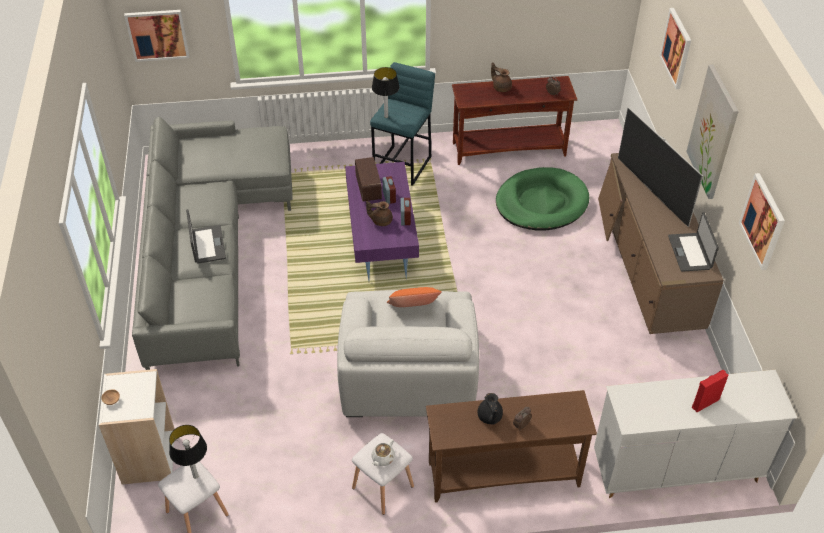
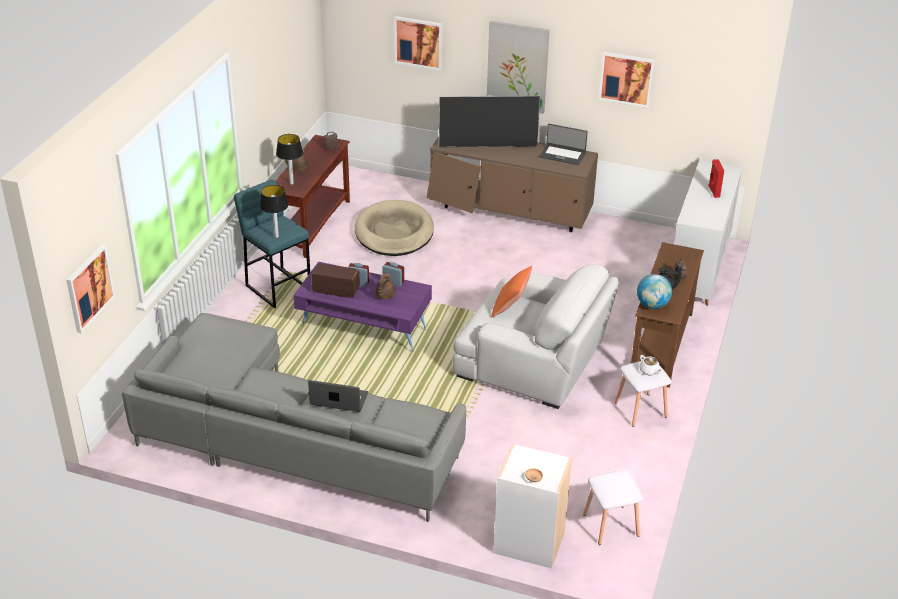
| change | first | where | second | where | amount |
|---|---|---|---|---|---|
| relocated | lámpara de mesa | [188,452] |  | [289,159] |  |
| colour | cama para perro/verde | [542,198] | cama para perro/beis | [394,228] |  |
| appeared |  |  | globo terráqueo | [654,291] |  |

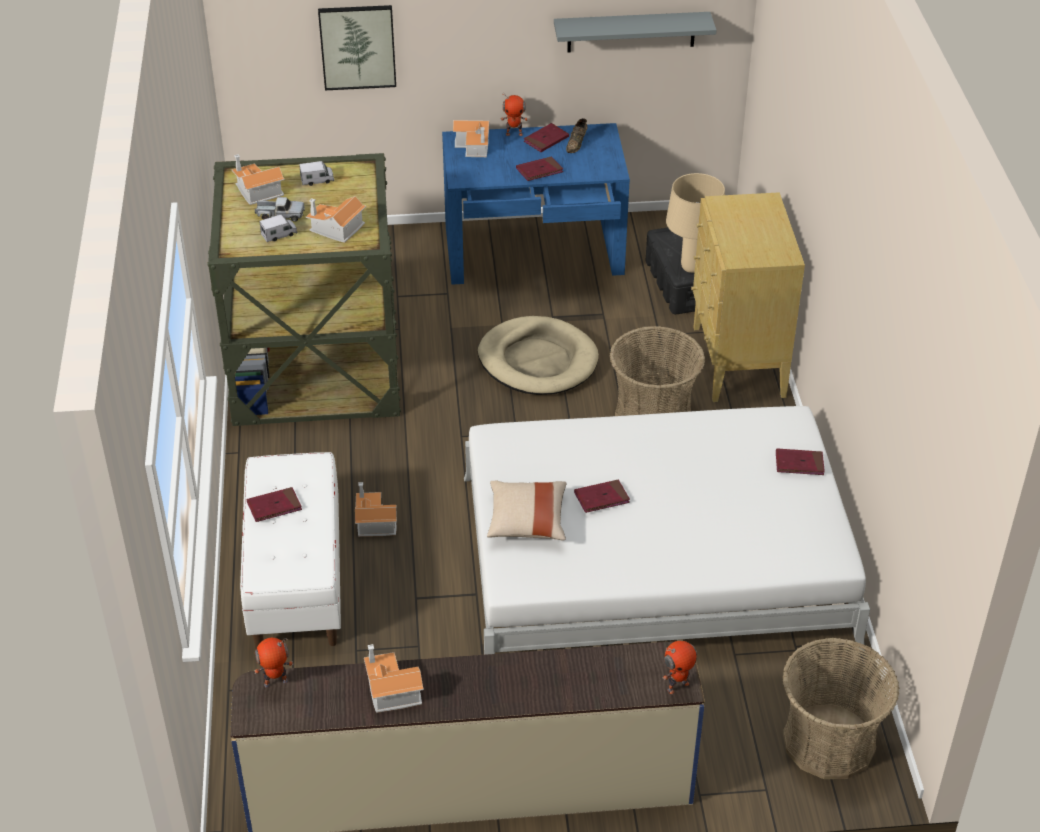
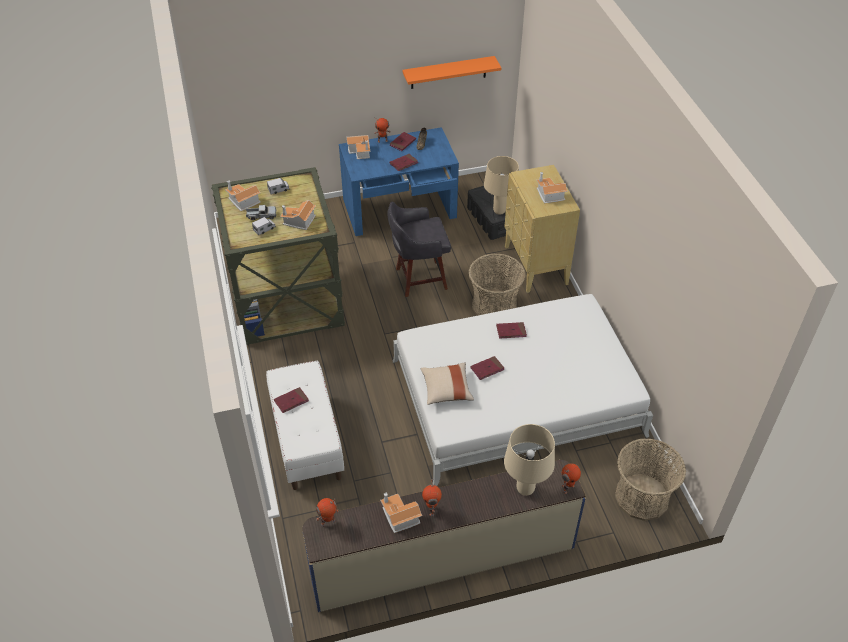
| change | first | where | second | where | amount |
|---|---|---|---|---|---|
| exchanged | cama para perro/beis | [538,355] | taburete/gris | [419,249] |  |
| colour | estante/gris | [635,32] | estante/naranja | [452,72] |  |
| appeared |  |  | robot de juguete | [432,497] |  |
| relocated | libro/rojo | [800,461] |  | [511,330] |  |
| appeared |  |  | lámpara de mesa/beis | [529,460] |  |
| relocated | casita | [376,509] |  | [552,187] |  |
| missing | cuadro | [357,47] |  |  |  |

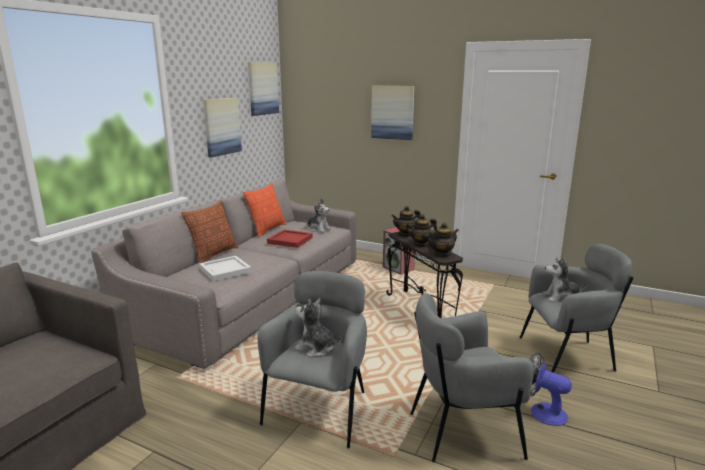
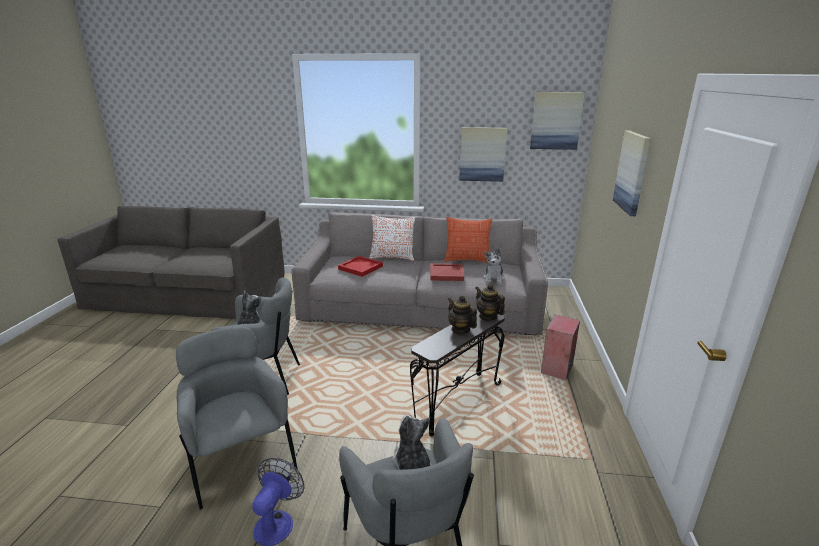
| change | first | where | second | where | amount |
|---|---|---|---|---|---|
| colour | bandeja/blanco | [225,268] | bandeja/rojo | [360,266] |  |
| colour | cojín/marrón | [209,232] | cojín/blanco | [393,238] |  |
| missing | tetera | [443,240] |  |  |  |

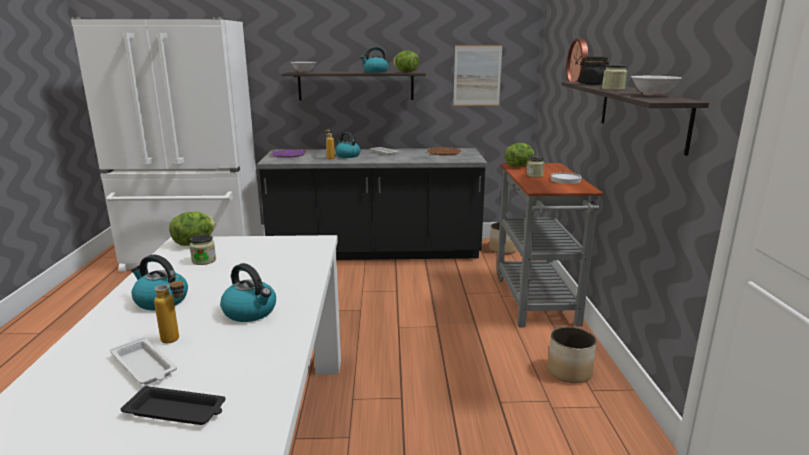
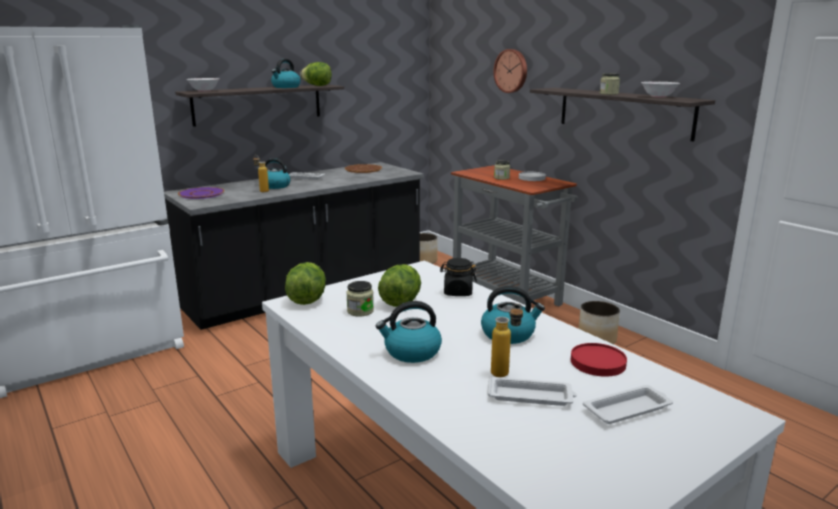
| change | first | where | second | where | amount |
|---|---|---|---|---|---|
| relocated | lechuga | [519,155] |  | [399,285] |  |
| relocated | tarro/negro | [594,71] |  | [458,277] |  |
| appeared |  |  | plato/rojo | [599,360] |  |
| colour | bandeja/negro | [173,405] | bandeja/blanco | [628,404] |  |
| missing | cuadro | [478,75] |  |  |  |

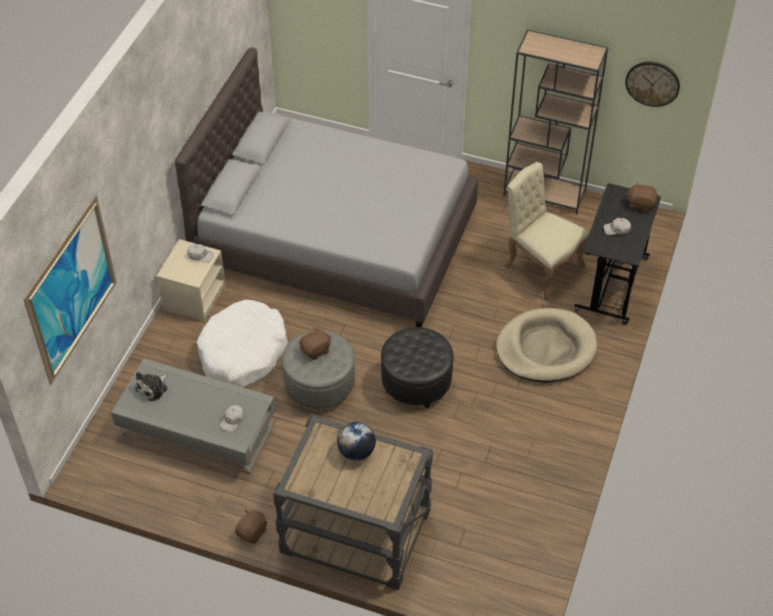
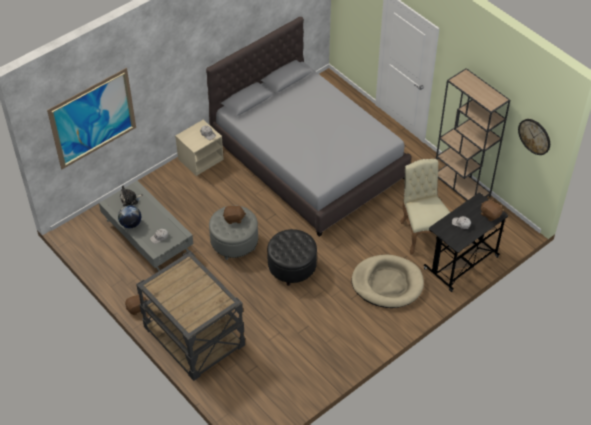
| change | first | where | second | where | amount |
|---|---|---|---|---|---|
| relocated | globo terráqueo | [356,441] |  | [129,217] |  |
| missing | cama para perro/blanco | [242,343] |  |  |  |

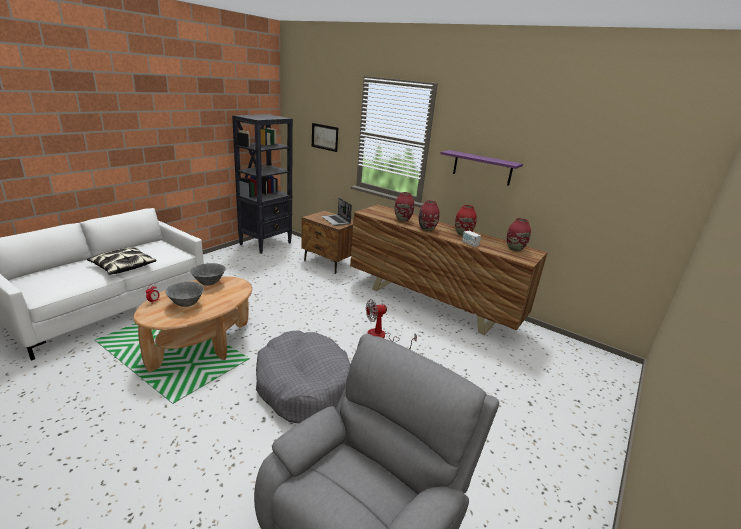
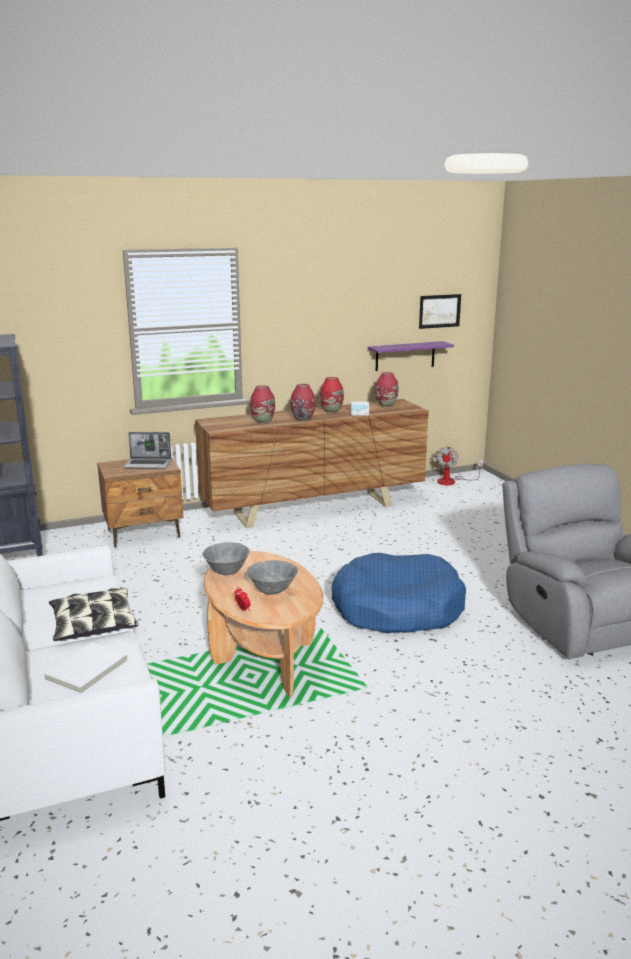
| change | first | where | second | where | amount |
|---|---|---|---|---|---|
| appeared |  |  | libro/blanco | [85,668] |  |
| colour | cama para perro/gris | [303,376] | cama para perro/azul | [398,593] |  |
| relocated | estante/morado | [481,168] |  | [411,356] |  |
| relocated | cuadro | [325,137] |  | [440,311] |  |
| relocated | ventilador | [391,323] |  | [459,466] |  |

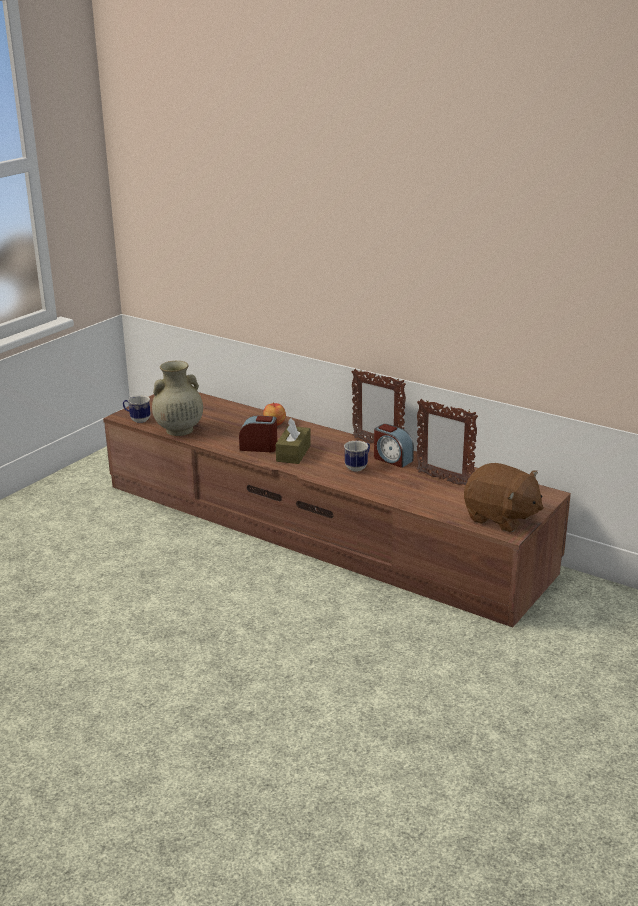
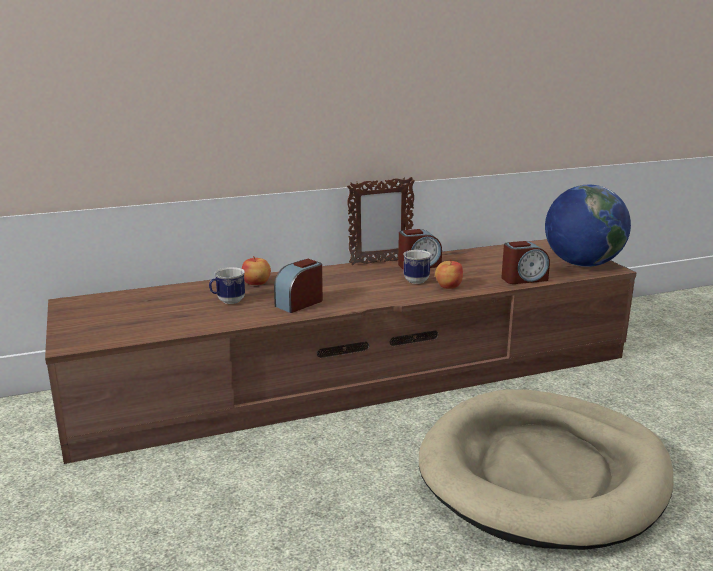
| change | first | where | second | where | amount |
|---|---|---|---|---|---|
| relocated | taza grande | [137,409] |  | [227,285] |  |
| appeared |  |  | cama para perro/beis | [546,469] |  |
| appeared |  |  | manzana | [449,274] |  |
| appeared |  |  | despertador | [525,262] |  |
| exchanged | peluche/marrón | [504,497] | globo terráqueo | [588,226] |  |
| missing | florero/beis | [177,398] |  |  |  |
| missing | caja de pañuelos/marrón | [293,441] |  |  |  |
| missing | portarretratos | [447,442] |  |  |  |

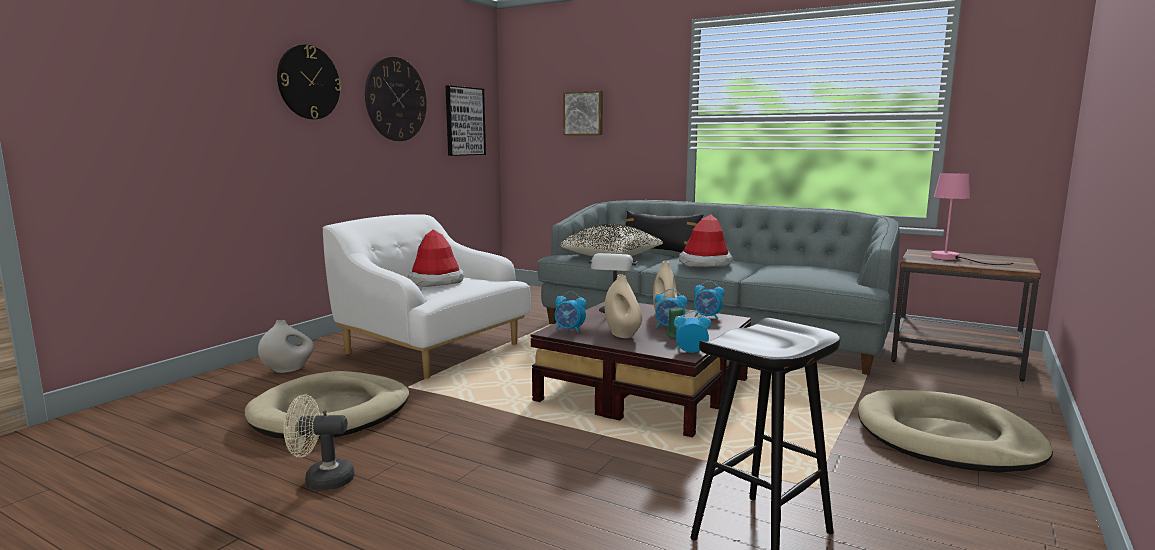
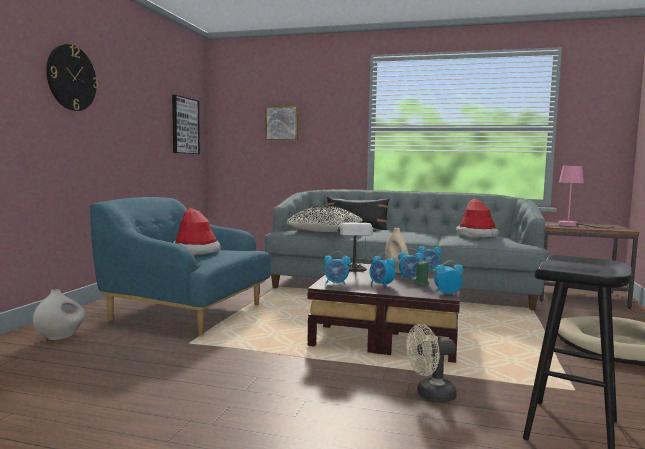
| change | first | where | second | where | amount |
|---|---|---|---|---|---|
| colour | sillón/blanco | [427,296] | sillón/azul | [180,266] |  |
| exchanged | florero/beis | [623,306] | despertador | [382,270] |  |
| relocated | ventilador/beis | [318,442] |  | [431,363] |  |
| relocated | sombrero | [706,240] |  | [477,218] |  |
| missing | cama para perro/beis | [327,405] |  |  |  |
| missing | reloj de pared | [396,99] |  |  |  |

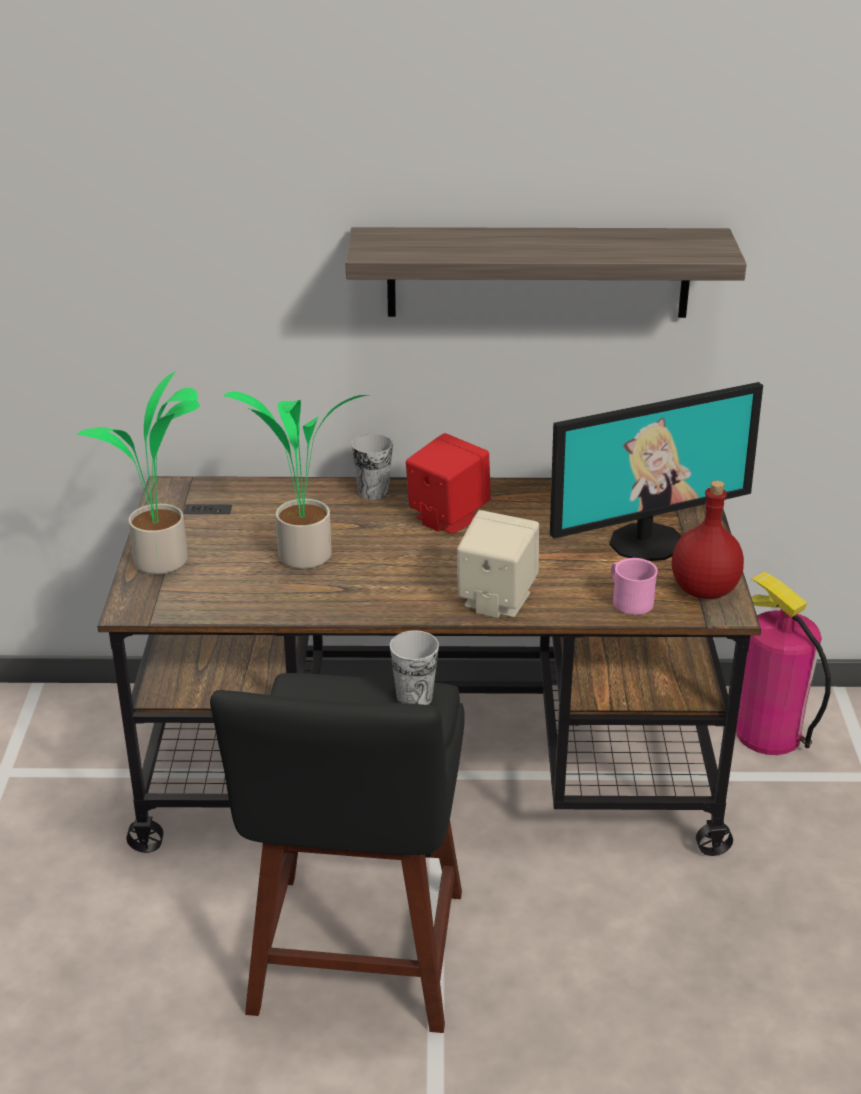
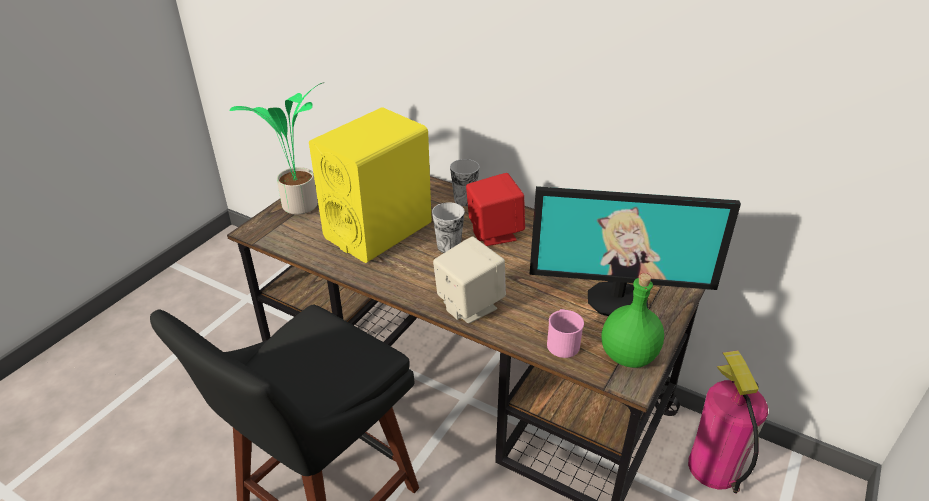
| change | first | where | second | where | amount |
|---|---|---|---|---|---|
| exchanged | planta en maceta | [296,480] | altavoz/amarillo | [370,185] |  |
| relocated | taza | [414,667] |  | [448,227] |  |
| colour | botella/rojo | [708,540] | botella/verde | [633,320] |  |
| missing | estante | [546,272] |  |  |  |

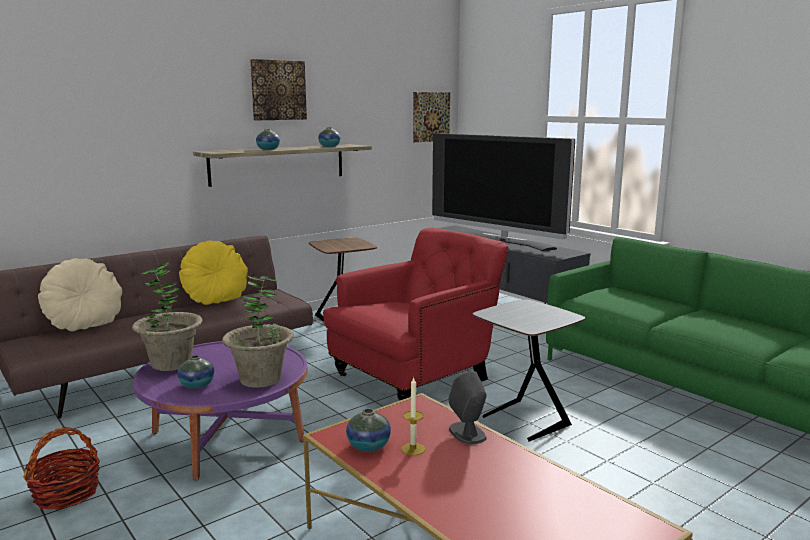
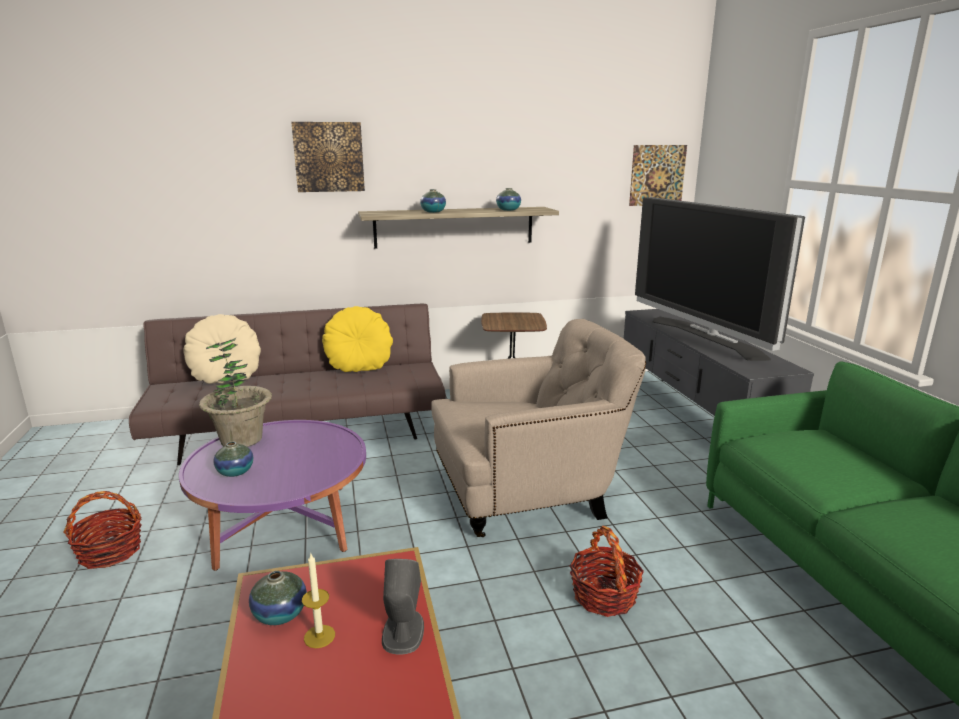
| change | first | where | second | where | amount |
|---|---|---|---|---|---|
| relocated | cuadro | [278,89] |  | [328,157] |  |
| colour | sillón/rojo | [415,314] | sillón/beis | [539,428] |  |
| exchanged | mesa auxiliar/gris | [529,370] | cesta | [607,571] |  |
| missing | planta en maceta | [258,332] |  |  |  |

